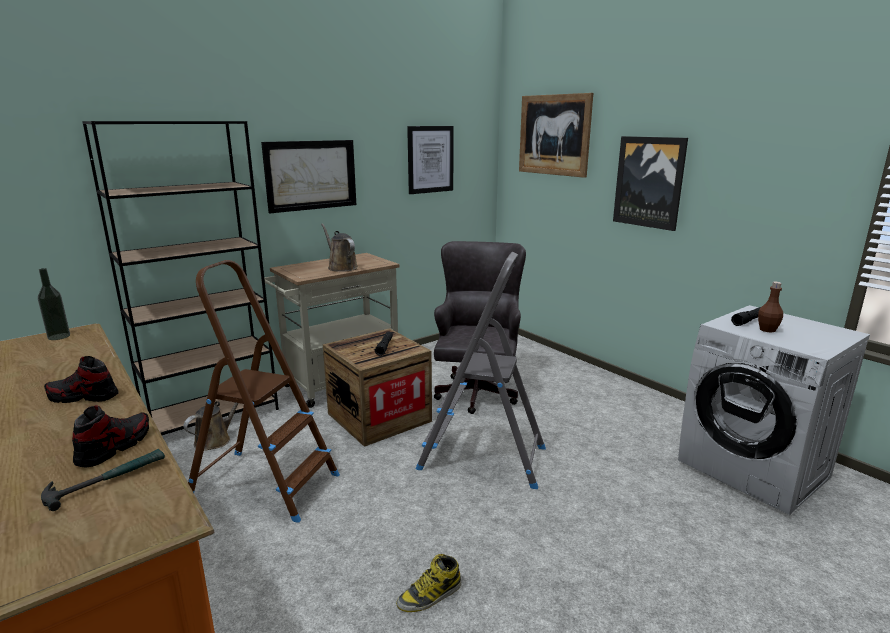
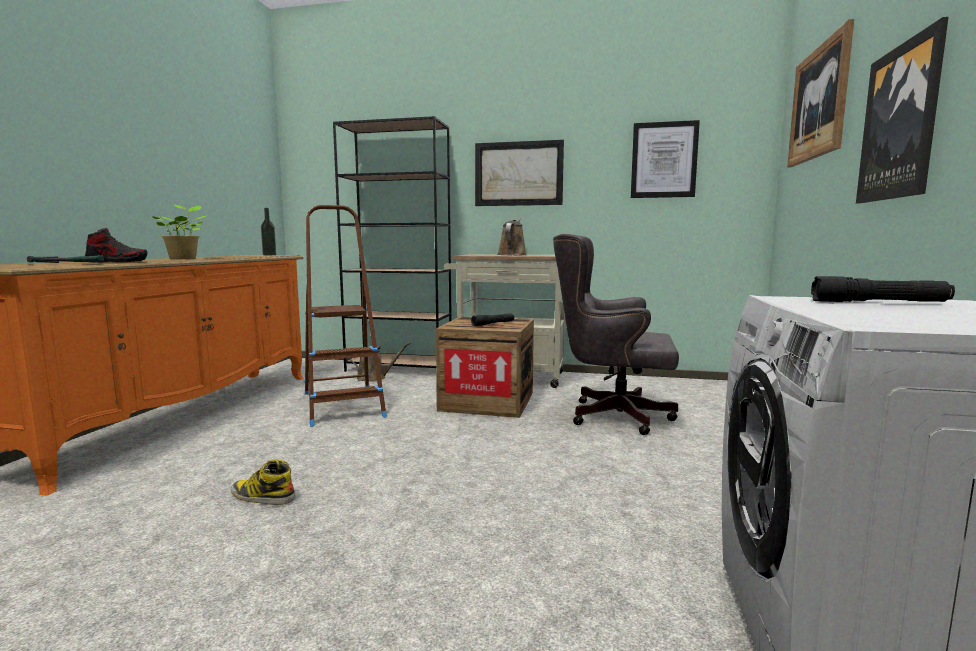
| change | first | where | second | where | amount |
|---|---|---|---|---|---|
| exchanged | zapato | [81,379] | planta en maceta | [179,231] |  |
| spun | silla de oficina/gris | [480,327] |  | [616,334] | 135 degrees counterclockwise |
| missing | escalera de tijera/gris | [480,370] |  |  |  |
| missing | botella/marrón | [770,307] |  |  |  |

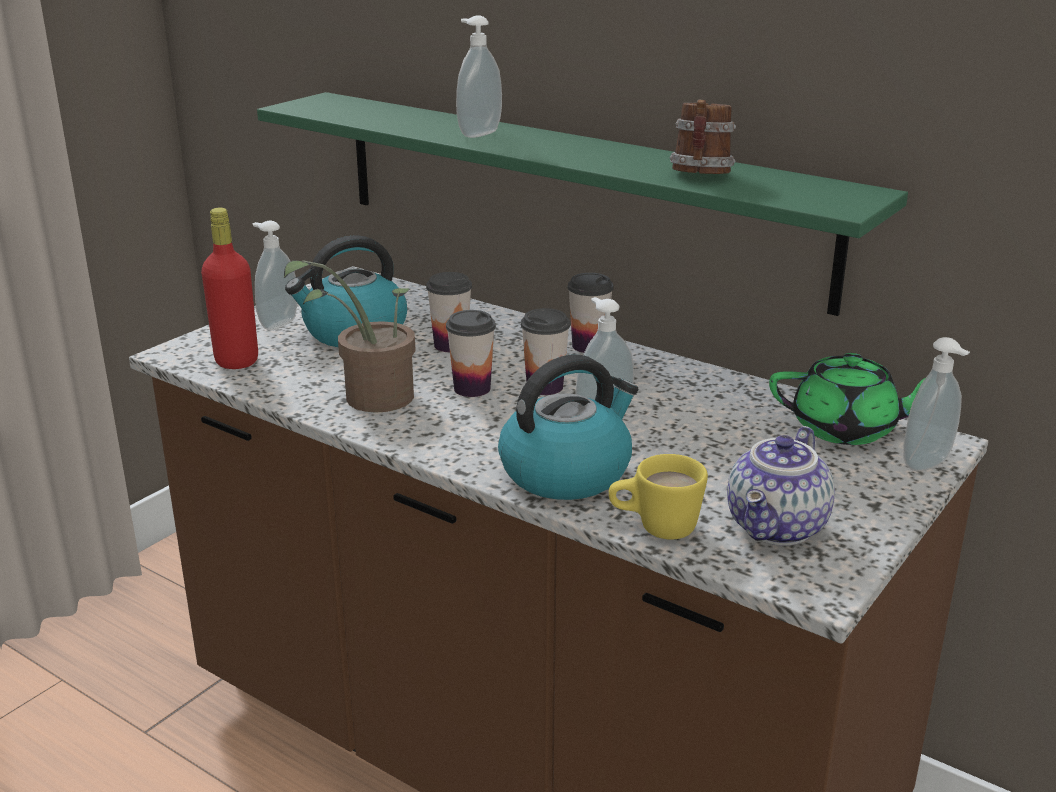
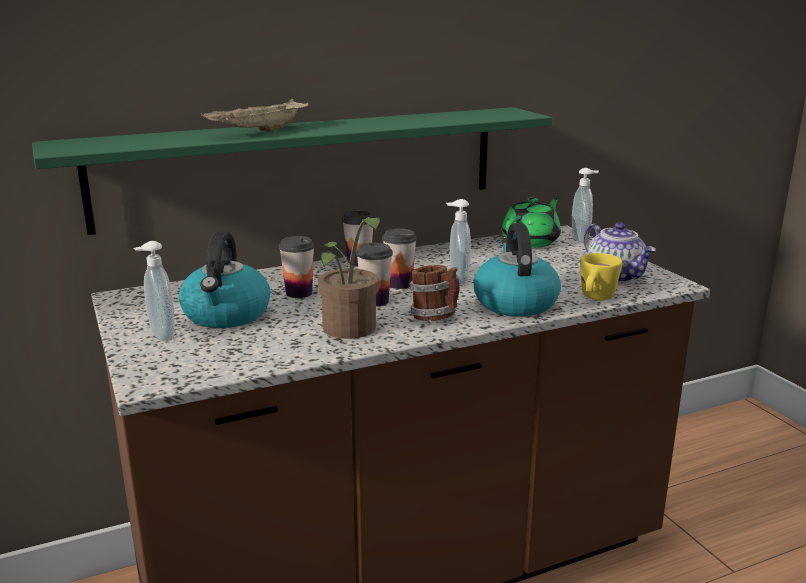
| change | first | where | second | where | amount |
|---|---|---|---|---|---|
| exchanged | dispensador de jabón | [479,76] | bandeja/beis | [255,115] |  |
| relocated | taza grande | [703,136] |  | [434,293] |  |
| missing | botella/rojo | [229,288] |  |  |  |

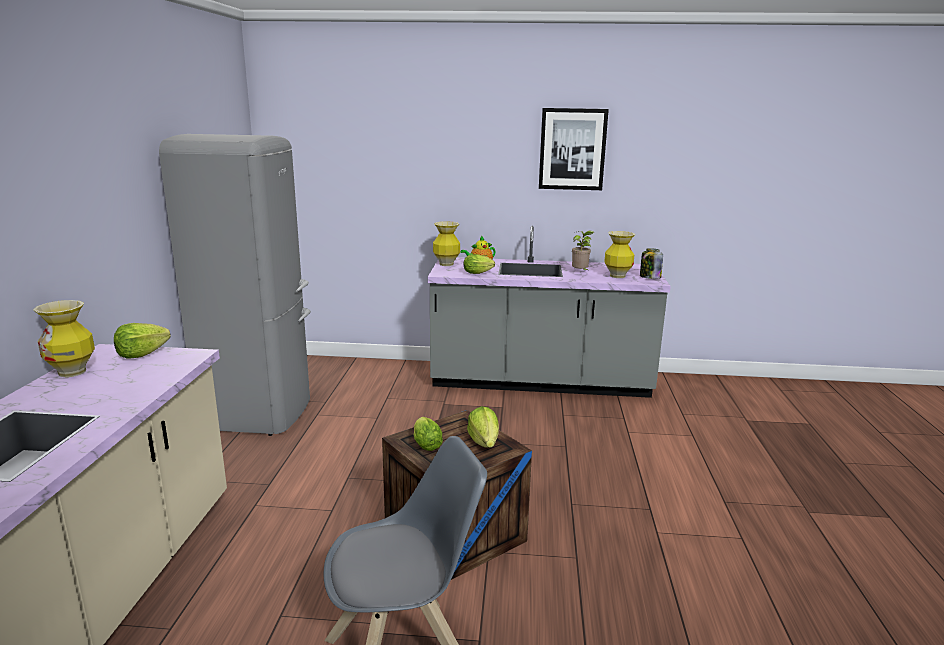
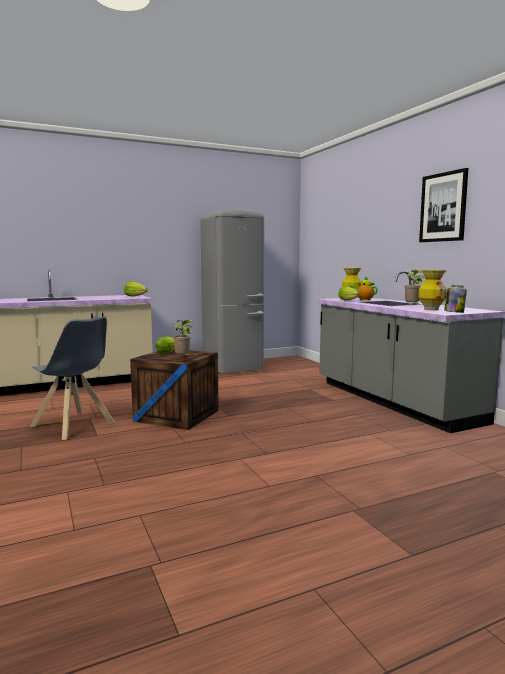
| change | first | where | second | where | amount |
|---|---|---|---|---|---|
| exchanged | lechuga | [483,427] | planta en maceta | [183,337] |  |
| missing | florero | [64,338] |  |  |  |

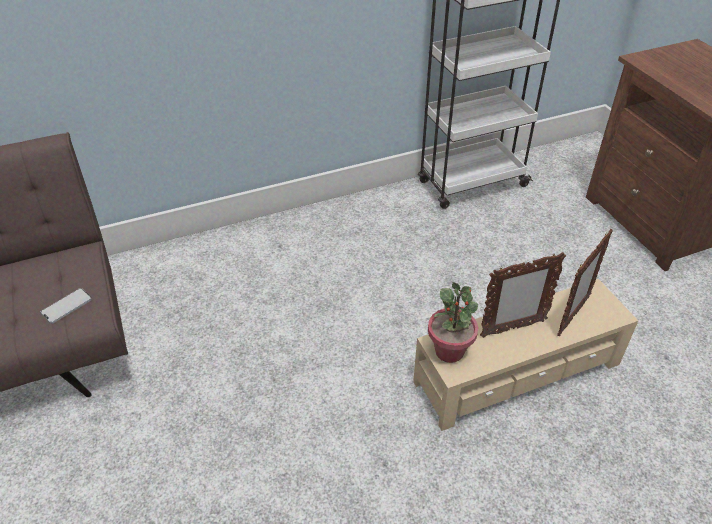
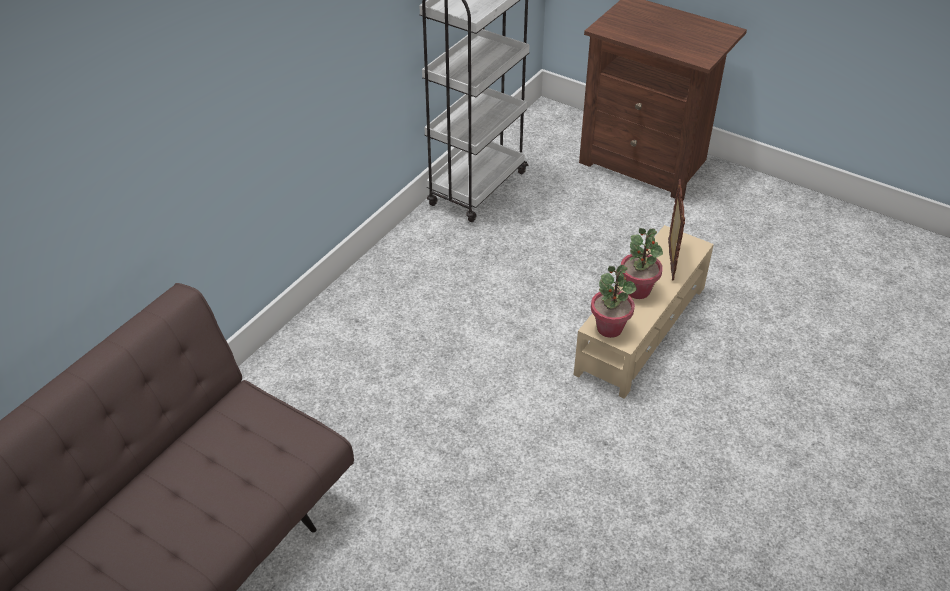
| change | first | where | second | where | amount |
|---|---|---|---|---|---|
| exchanged | portarretratos | [523,295] | planta en maceta | [642,263] |  |
| missing | móvil | [66,306] |  |  |  |

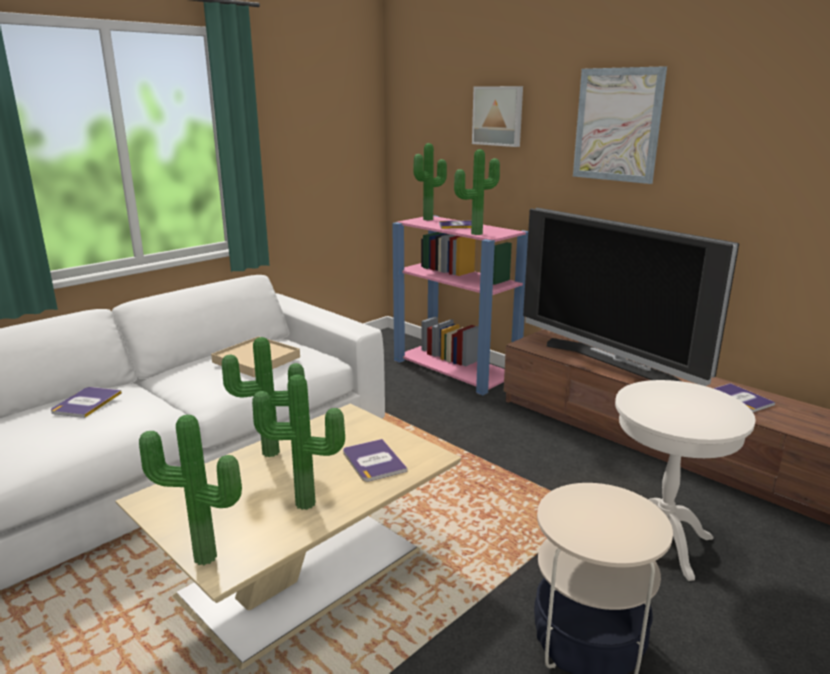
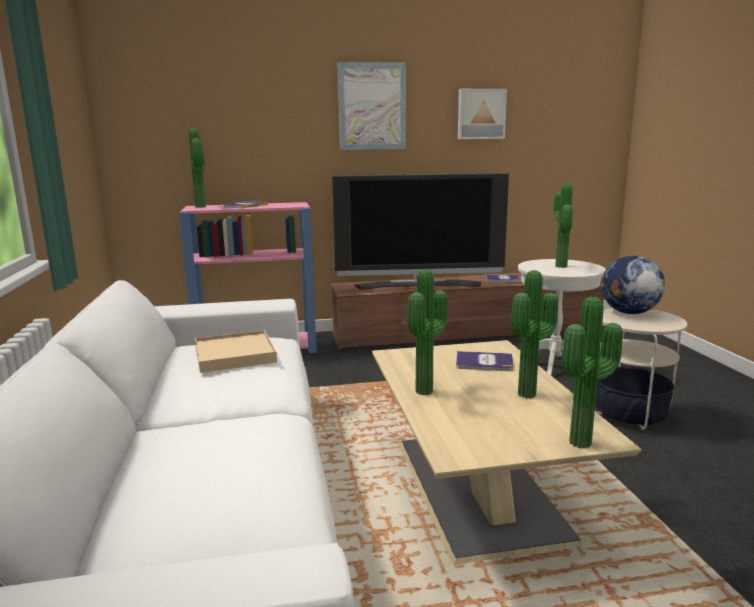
| change | first | where | second | where | amount |
|---|---|---|---|---|---|
| relocated | cuadro | [497,116] |  | [482,114] |  |
| relocated | planta en maceta | [477,192] |  | [563,225] |  |
| appeared |  |  | globo terráqueo | [633,285] |  |
| missing | libro | [86,402] |  |  |  |

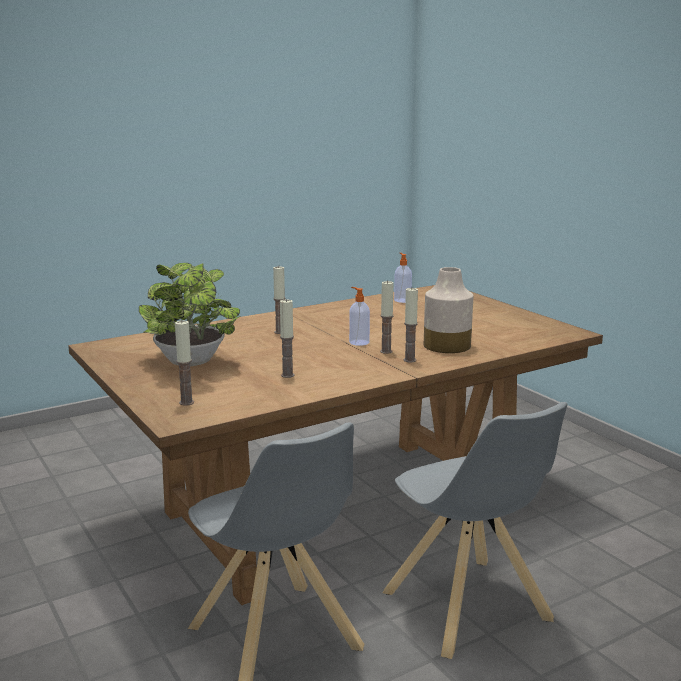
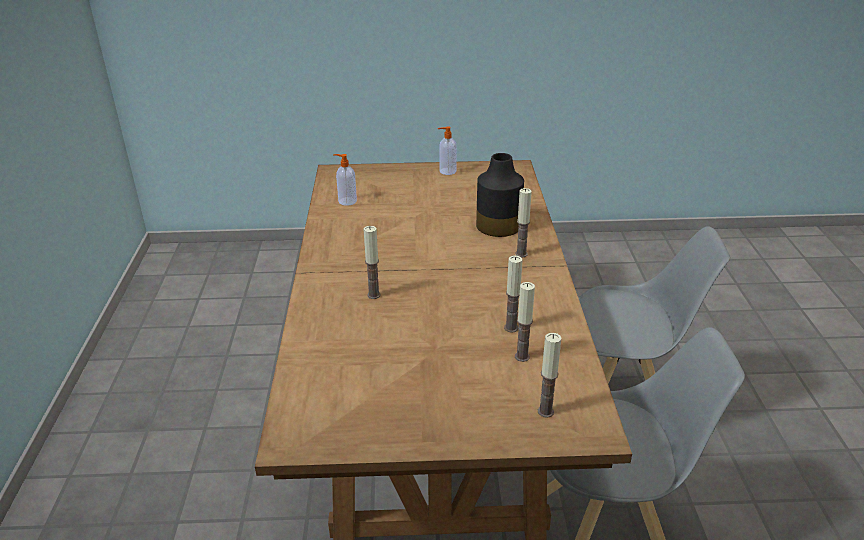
| change | first | where | second | where | amount |
|---|---|---|---|---|---|
| relocated | dispensador de jabón | [359,316] |  | [447,150] |  |
| colour | florero/beis | [448,310] | florero/negro | [500,195] |  |
| relocated | vela | [386,317] |  | [525,322] |  |
| missing | planta en maceta | [189,314] |  |  |  |

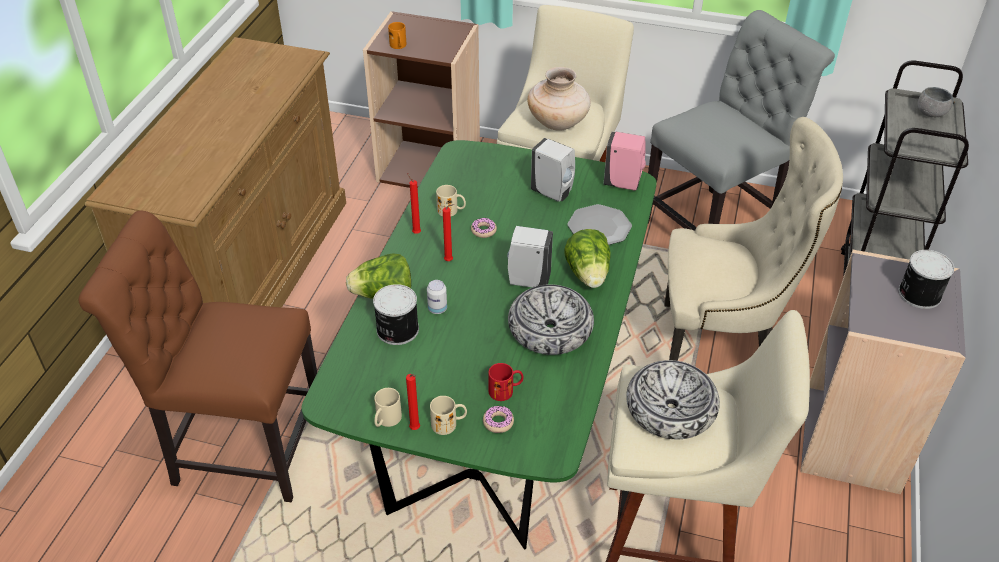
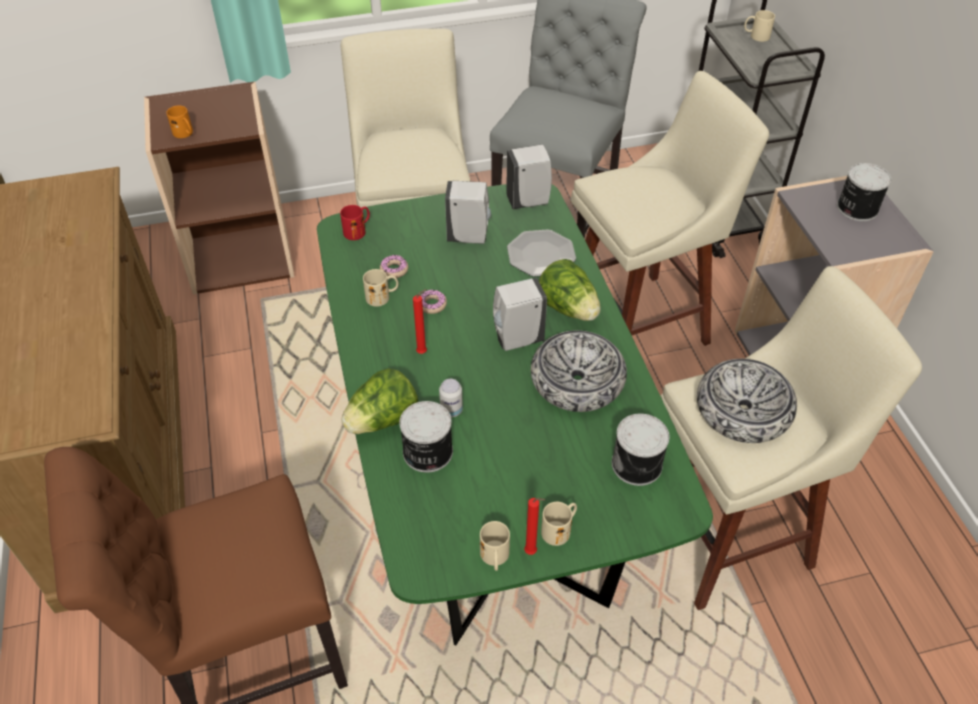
| change | first | where | second | where | amount |
|---|---|---|---|---|---|
| relocated | taza grande/rojo | [506,382] |  | [355,222] |  |
| relocated | rosquilla | [498,419] |  | [394,267] |  |
| colour | dispensador de jabón/rosa | [625,161] | dispensador de jabón/blanco | [529,176] |  |
| exchanged | silla/beis | [753,239] | taburete/beis | [670,208] |  |
| appeared |  |  | lata | [641,450] |  |
| exchanged | cuenco/gris | [935,102] | taza grande/beis | [759,26] |  |
| missing | vela/rojo | [414,203] |  |  |  |
| missing | florero/beis | [559,99] |  |  |  |

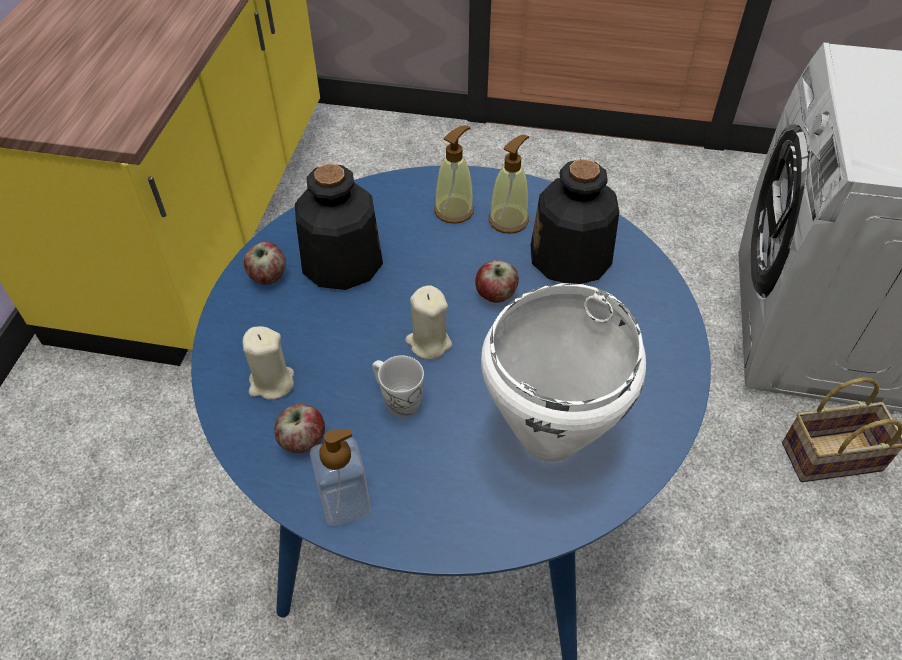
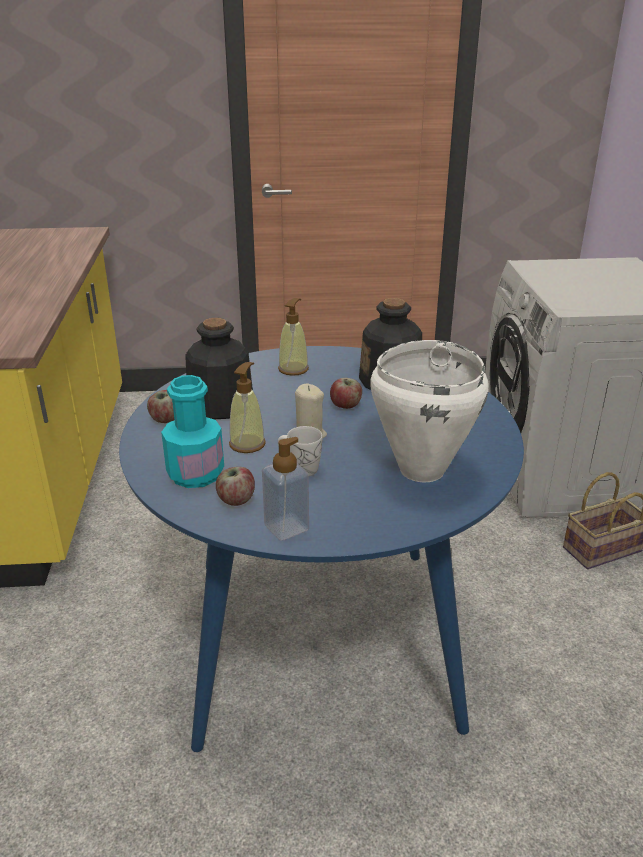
| change | first | where | second | where | amount |
|---|---|---|---|---|---|
| exchanged | vela/beis | [268,363] | botella/turquesa | [192,431] |  |
| relocated | dispensador de jabón | [509,184] |  | [247,407] |  |

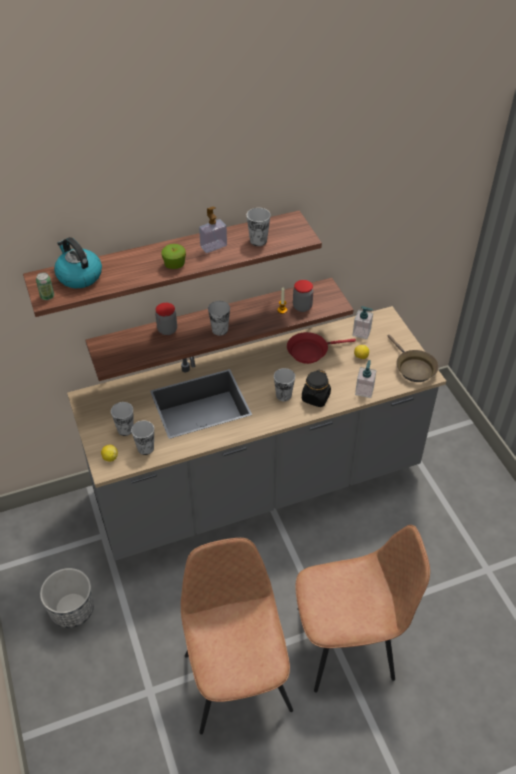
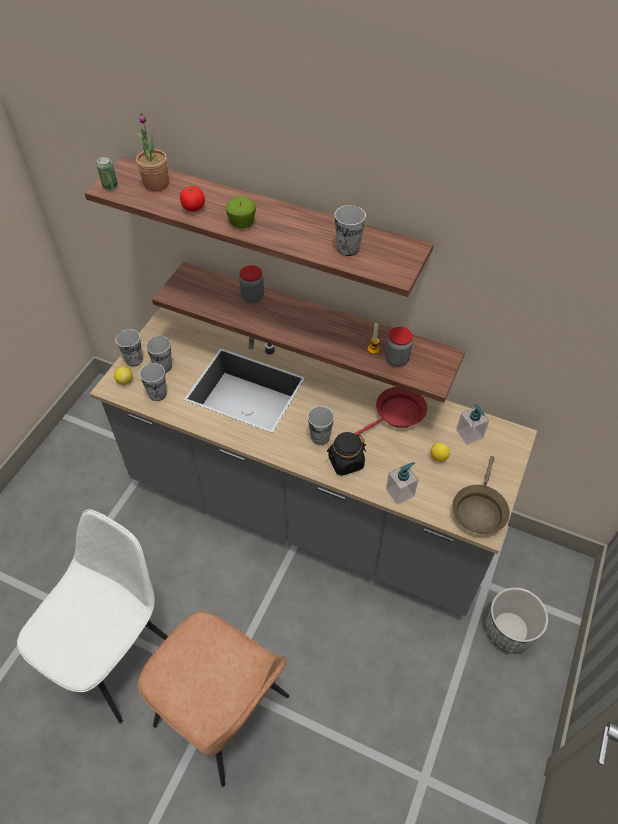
| change | first | where | second | where | amount |
|---|---|---|---|---|---|
| colour | silla/marrón | [237,636] | silla/blanco | [92,616] |  |
| relocated | taza | [219,318] |  | [129,348] |  |
| exchanged | hervidor | [78,262] | planta en maceta | [152,152] |  |
| appeared |  |  | tomate | [192,199] |  |
| spun | sartén/rojo | [321,348] |  | [390,411] | 120 degrees clockwise |
| relocated | maceta | [67,598] |  | [517,620] |  |
| missing | dispensador de jabón | [213,229] |  |  |  |

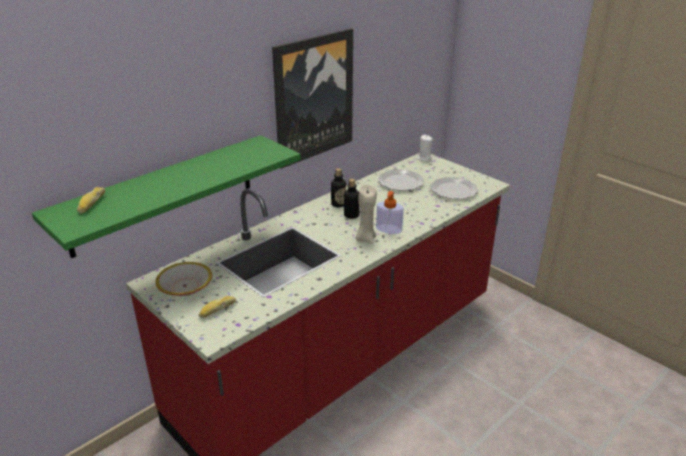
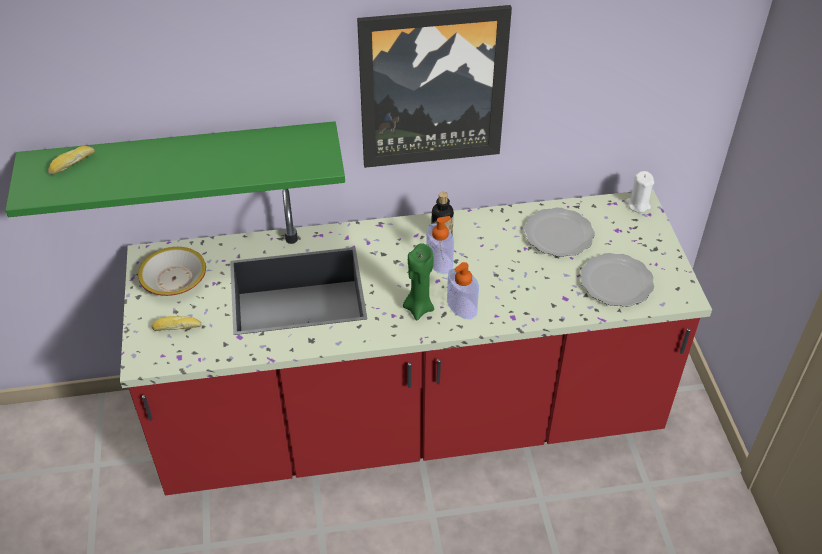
| change | first | where | second | where | amount |
|---|---|---|---|---|---|
| colour | vela/beis | [366,214] | vela/verde | [418,281] |  |
| exchanged | botella | [352,199] | dispensador de jabón | [440,245] |  |

